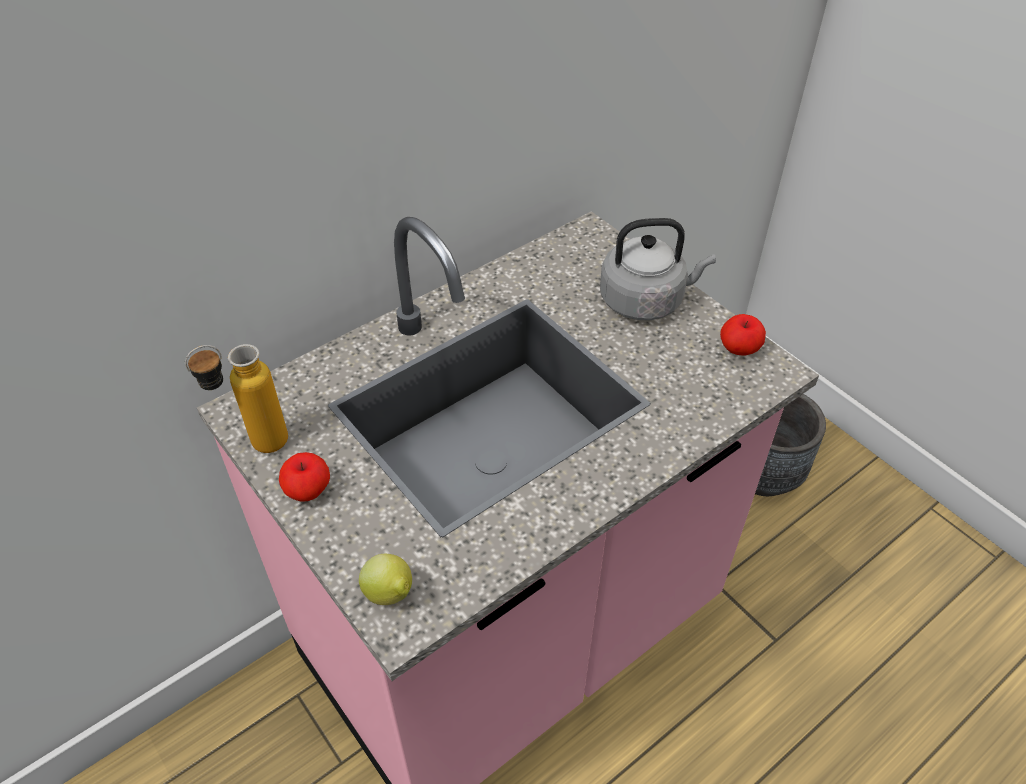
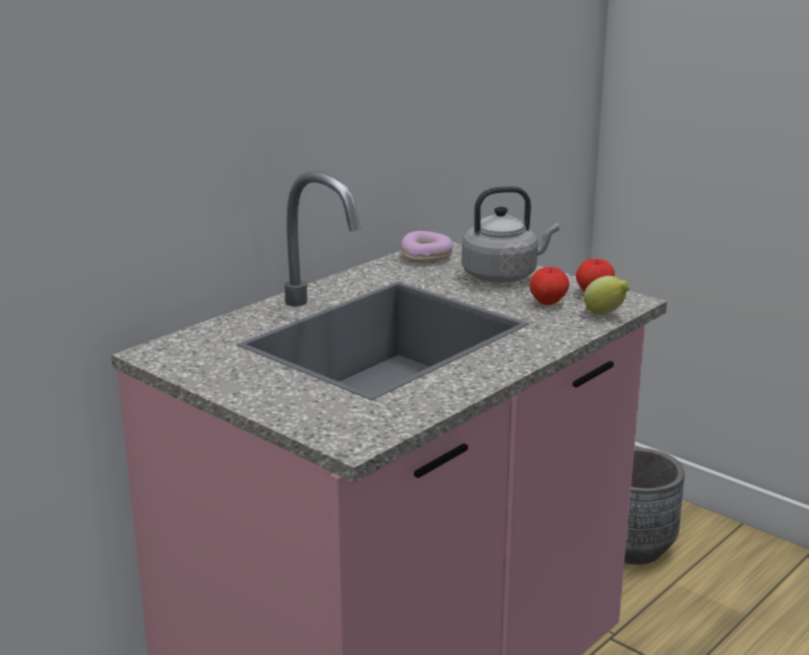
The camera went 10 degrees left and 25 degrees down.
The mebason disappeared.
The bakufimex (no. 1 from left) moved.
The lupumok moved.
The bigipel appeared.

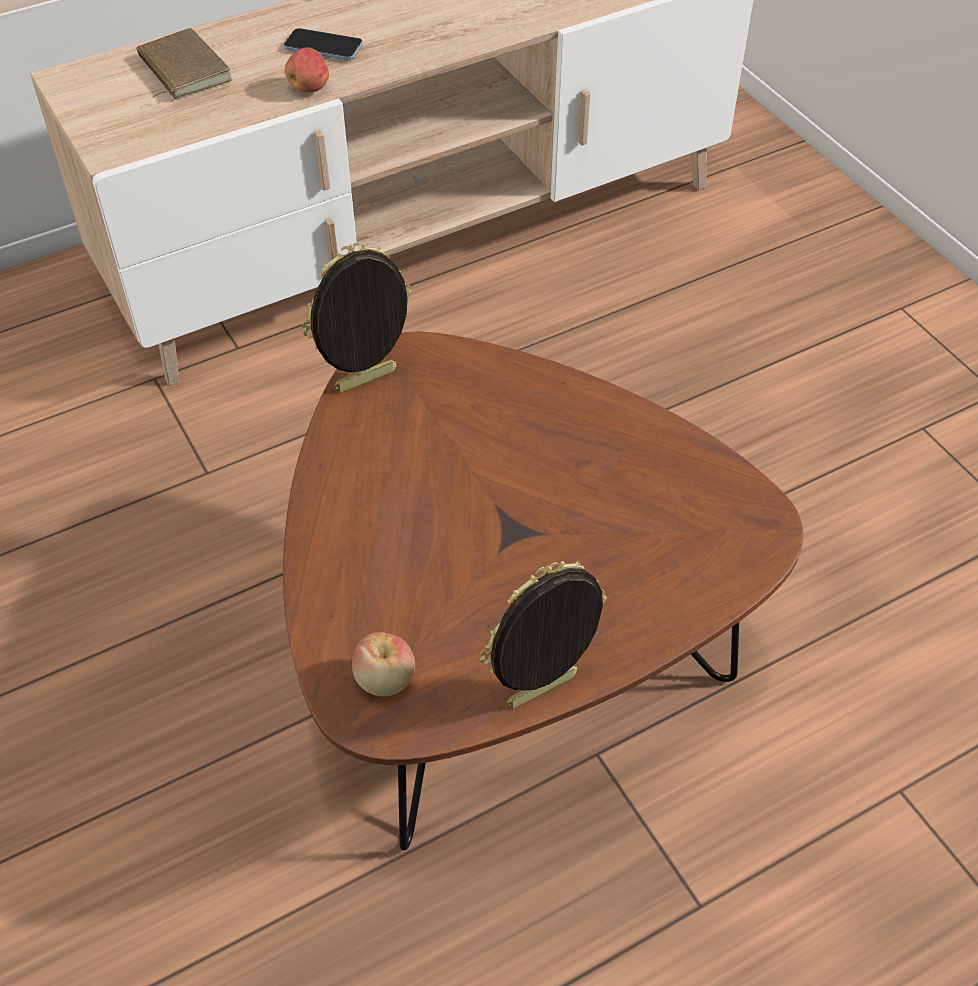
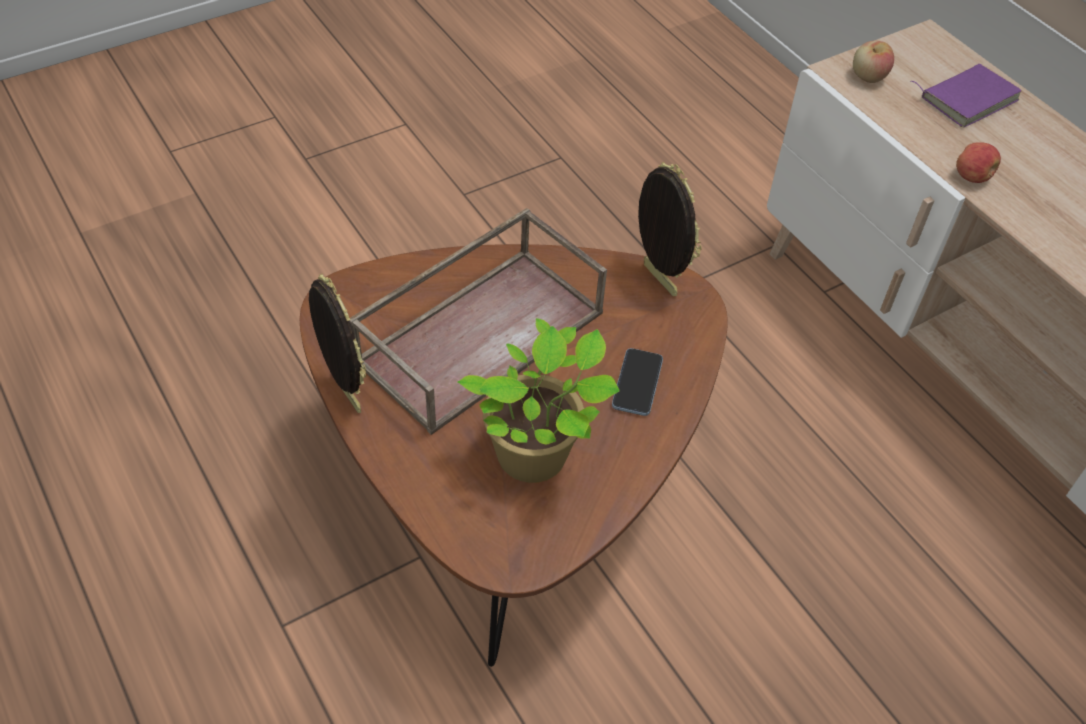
The camera went 85 degrees right and 0 degrees up.
The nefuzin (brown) became the nefuzin (purple).
The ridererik moved.
The bakufimex (no. 2 from left in the first image) moved.
The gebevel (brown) appeared.
The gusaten appeared.

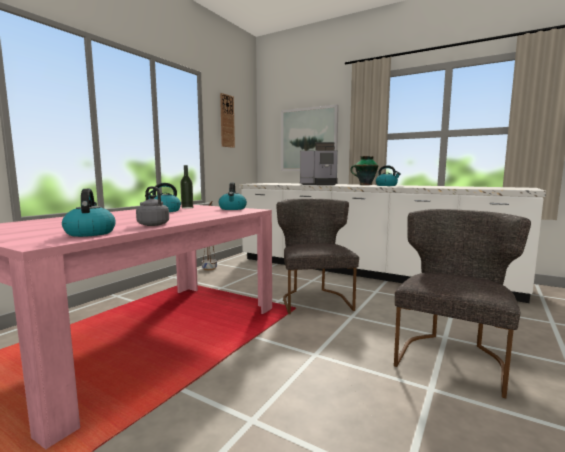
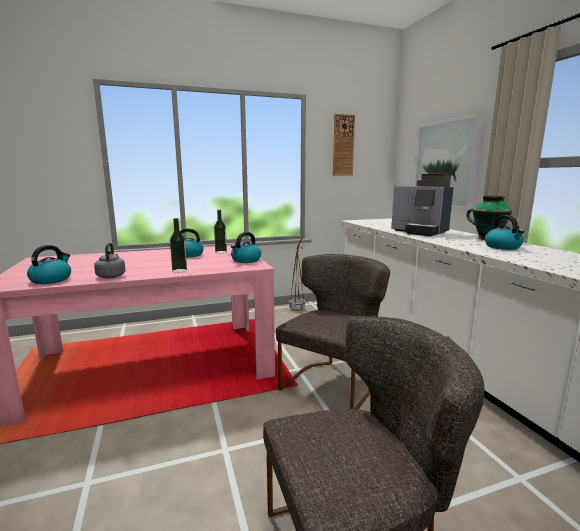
The camera went 40 degrees right and 5 degrees up.
The mebason (no. 1 from left) appeared.

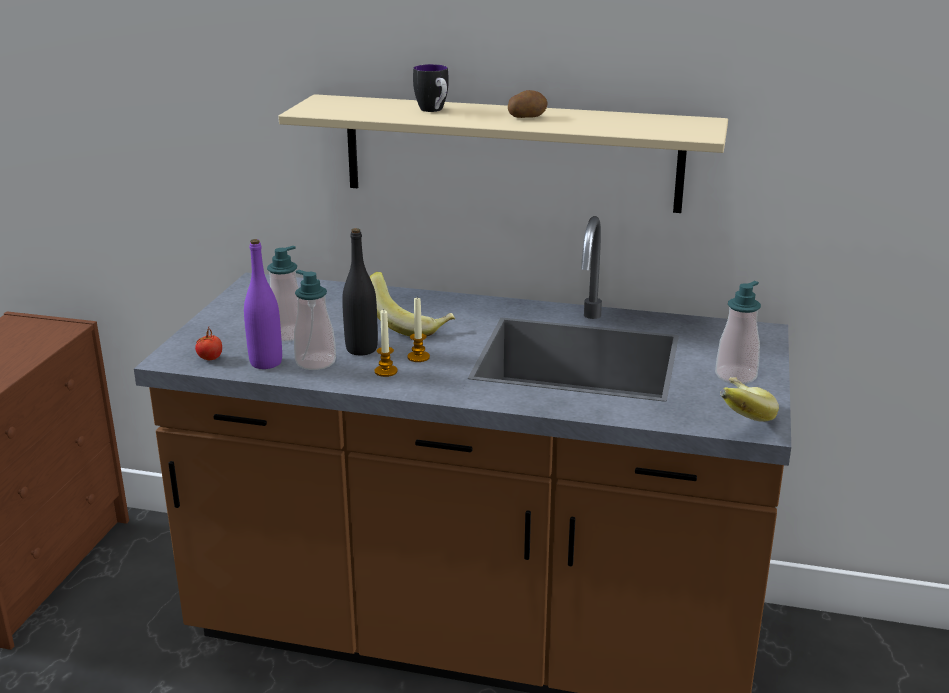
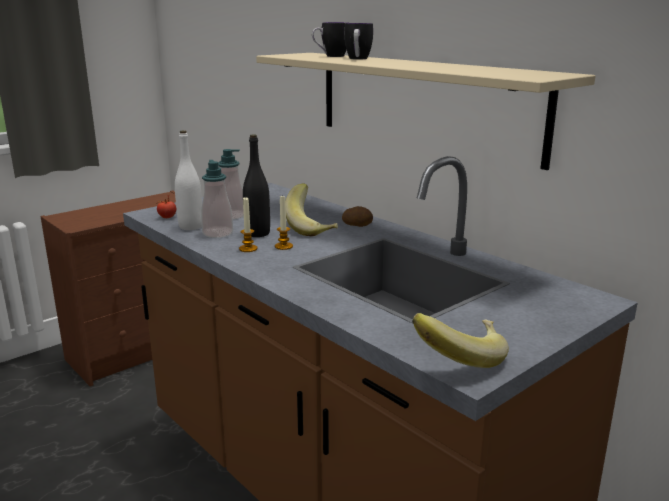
The camera went 35 degrees right and 5 degrees down.
The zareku moved.
The mebason (purple) became the mebason (white).
The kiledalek (no. 3 from left) disappeared.
The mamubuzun (no. 1 from left) appeared.

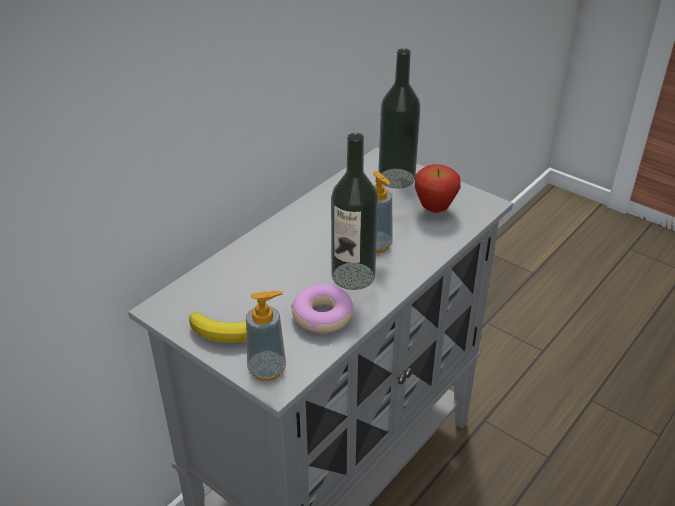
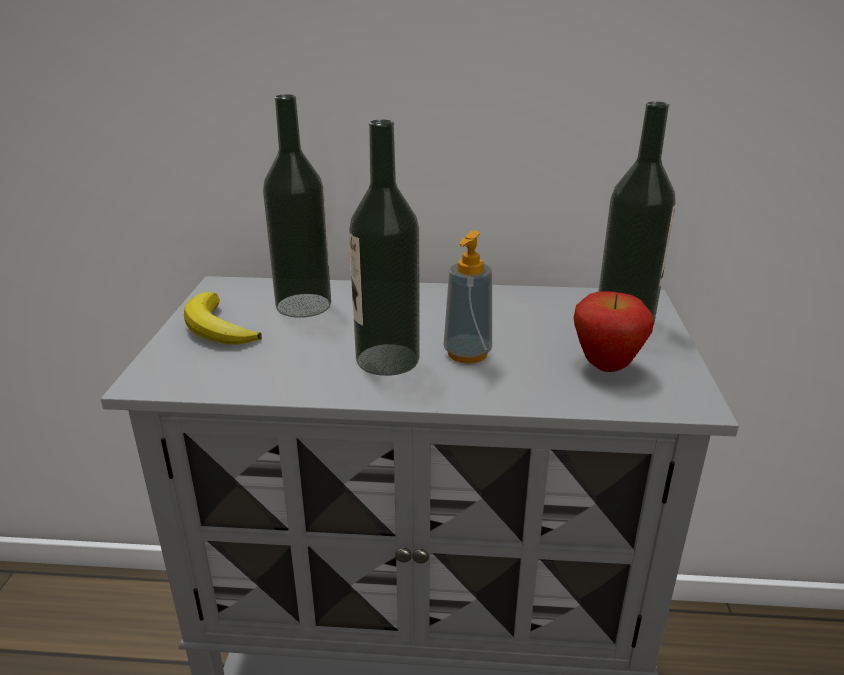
The camera went 55 degrees right and 10 degrees down.
The bigipel disappeared.
The kiledalek (no. 1 from left) disappeared.
The mebason (no. 1 from left) appeared.

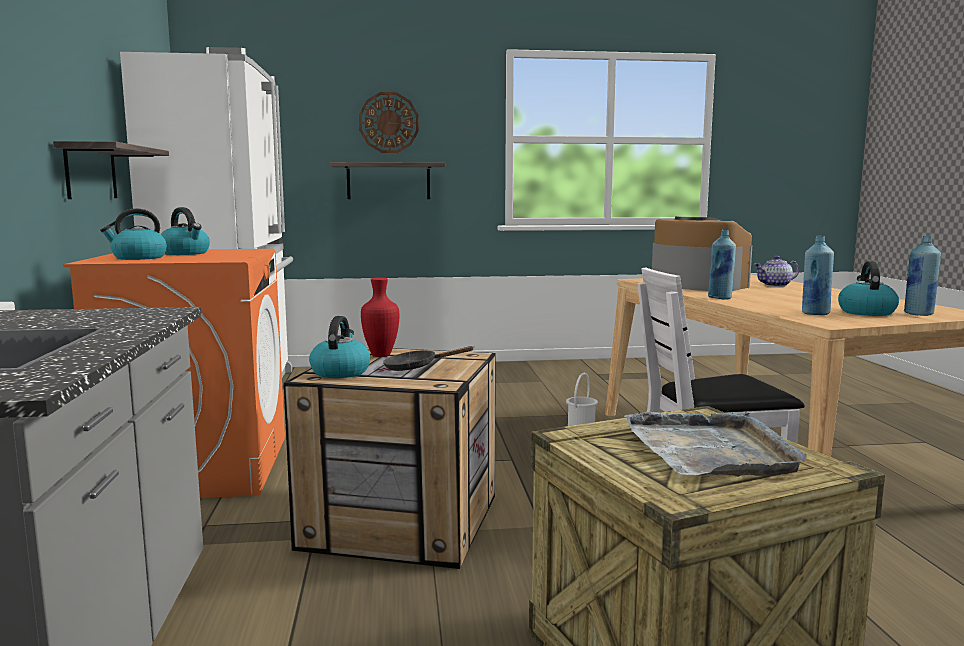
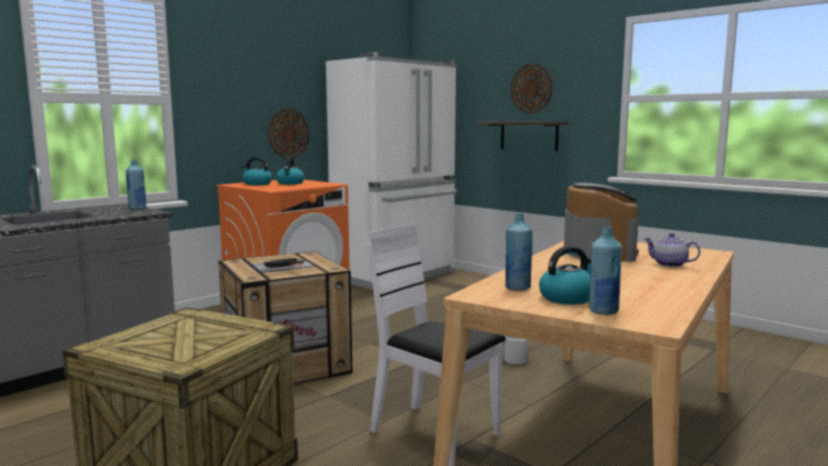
The camera went 50 degrees right and 0 degrees up.
The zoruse (no. 1 from left) was replaced by the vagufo (no. 1 from left).
The mebason (blue) (no. 1 from left) moved.
The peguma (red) disappeared.
The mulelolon (no. 3 from left) disappeared.
The gebevel (grey) disappeared.

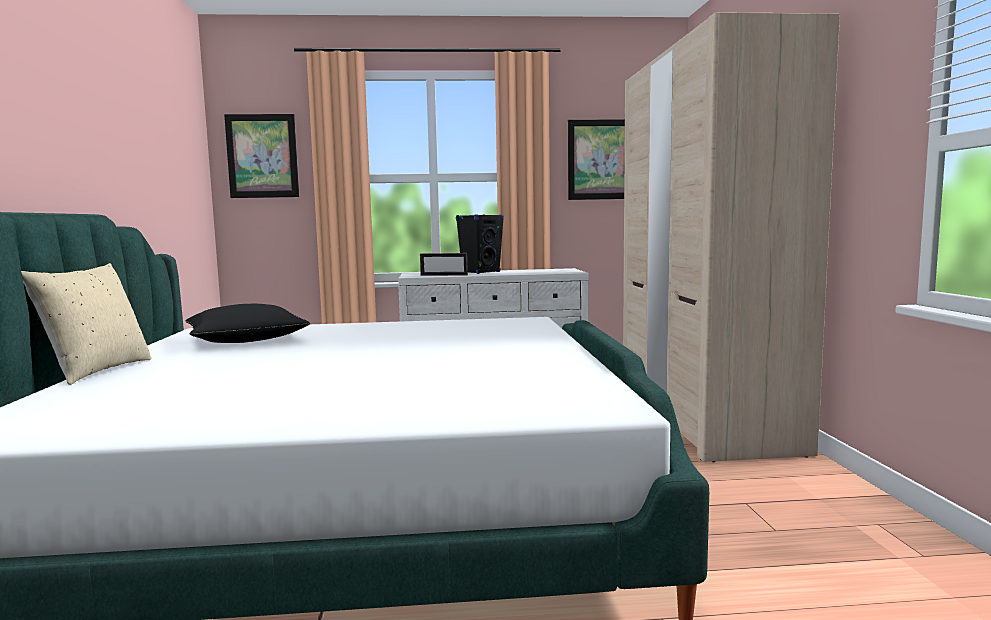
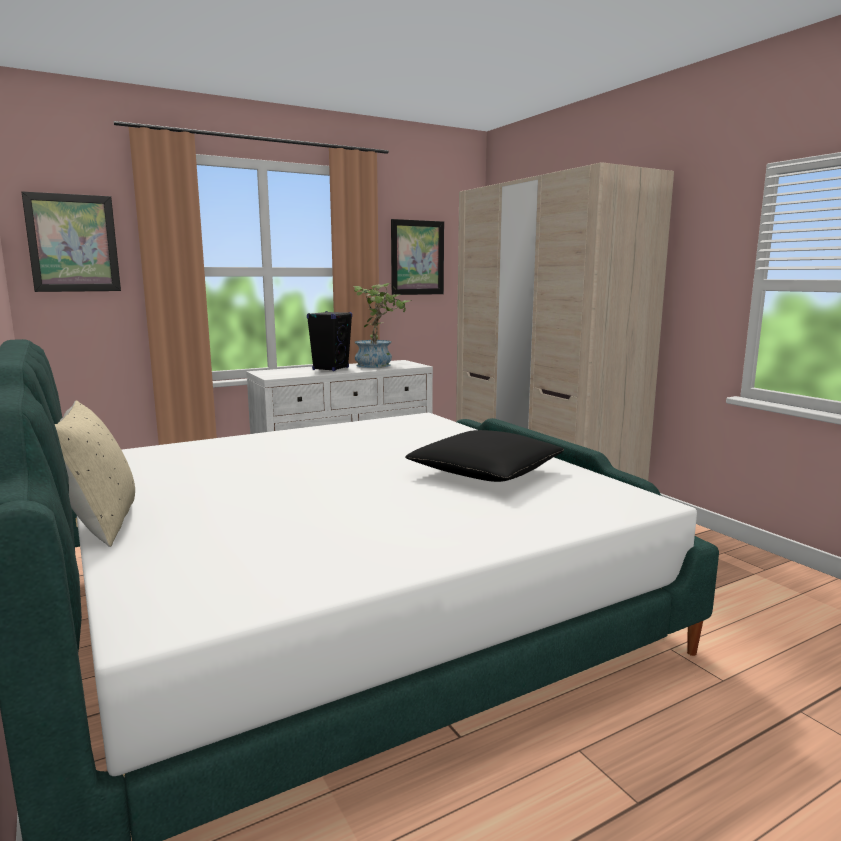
The camera went 25 degrees left and 5 degrees up.
The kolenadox disappeared.
The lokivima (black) moved.
The gusaten appeared.

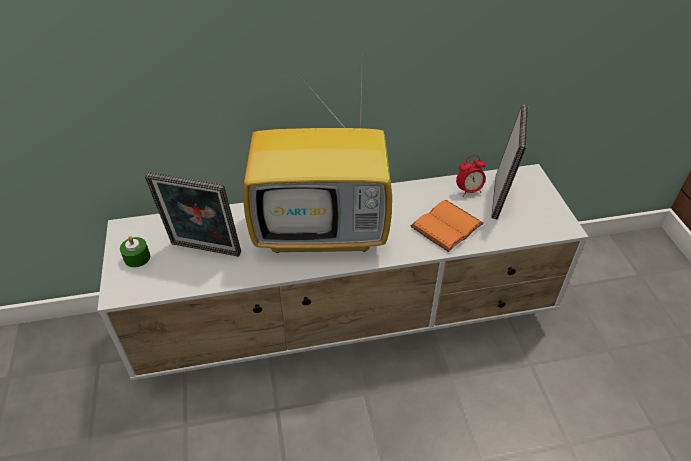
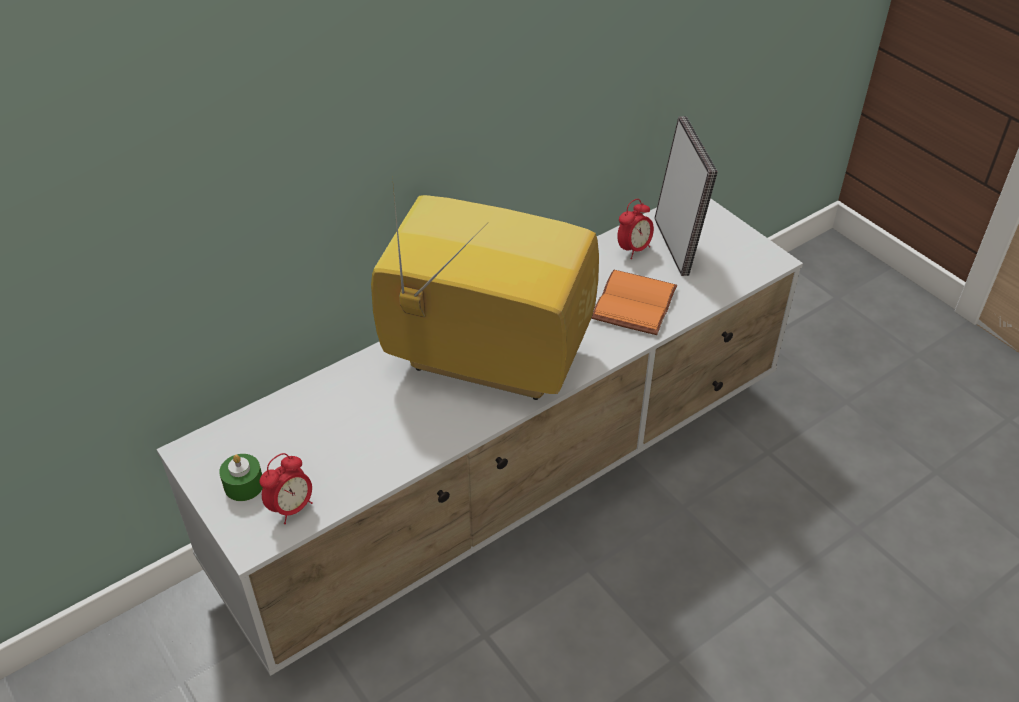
The camera went 25 degrees left and 0 degrees up.
The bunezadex turned 135 degrees counterclockwise.
The kolenadox (no. 1 from left) disappeared.
The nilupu (no. 1 from left) appeared.

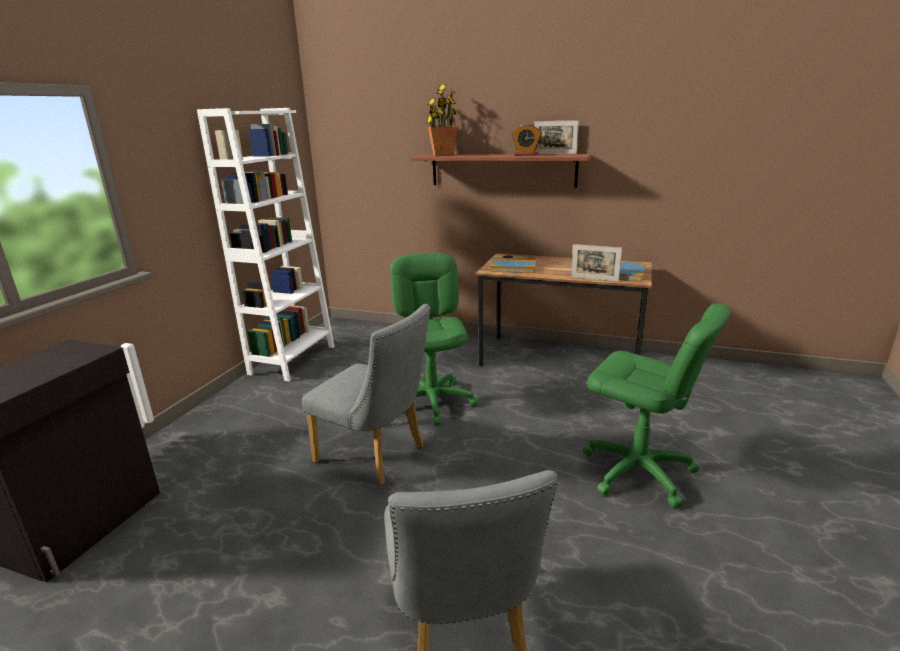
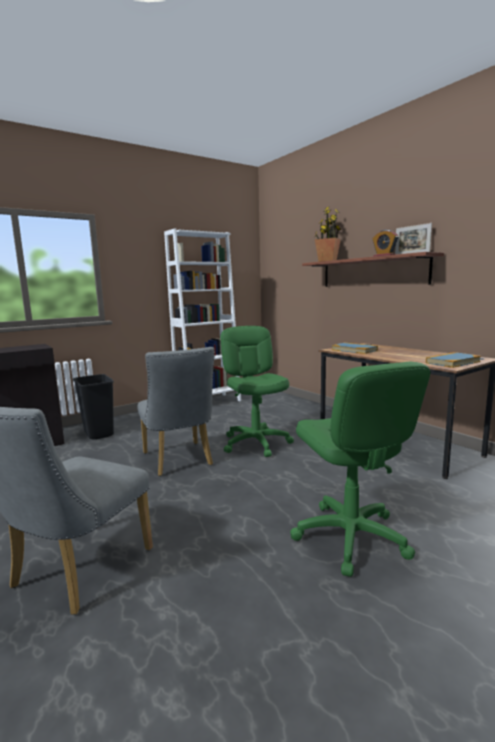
The camera went 35 degrees right and 10 degrees down.
The kolenadox (no. 2 from left) disappeared.
The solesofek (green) (no. 1 from left) turned 45 degrees counterclockwise.
The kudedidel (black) appeared.

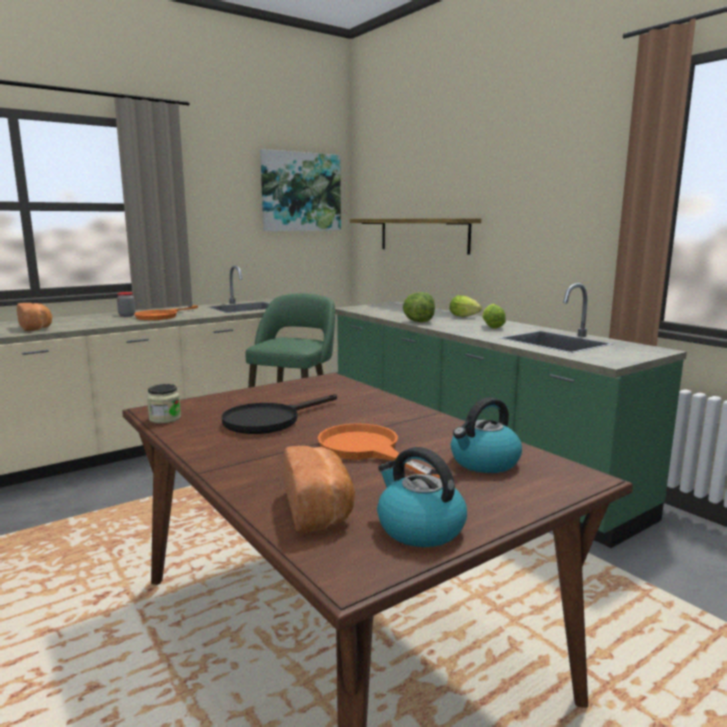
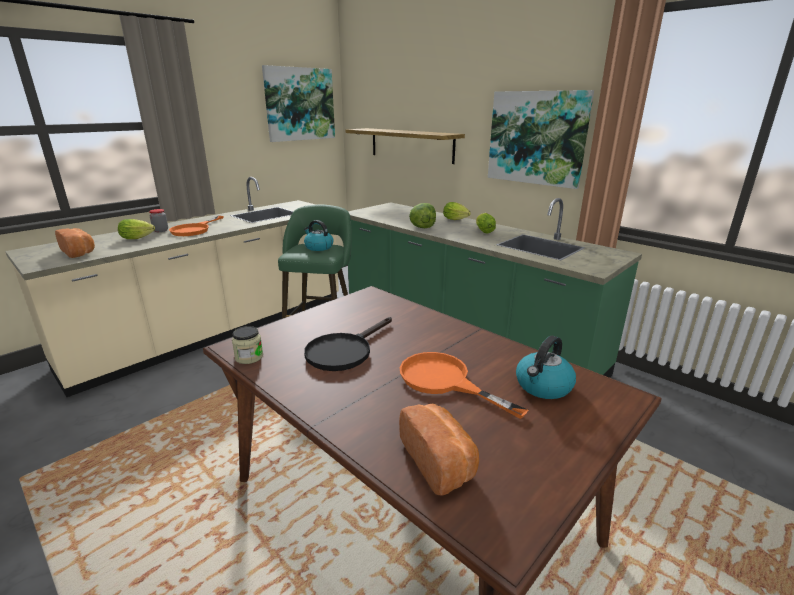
The camera went 10 degrees left and 10 degrees up.
The mulelolon (no. 1 from left) moved.
The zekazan (no. 2 from left) appeared.
The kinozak (no. 1 from left) appeared.

